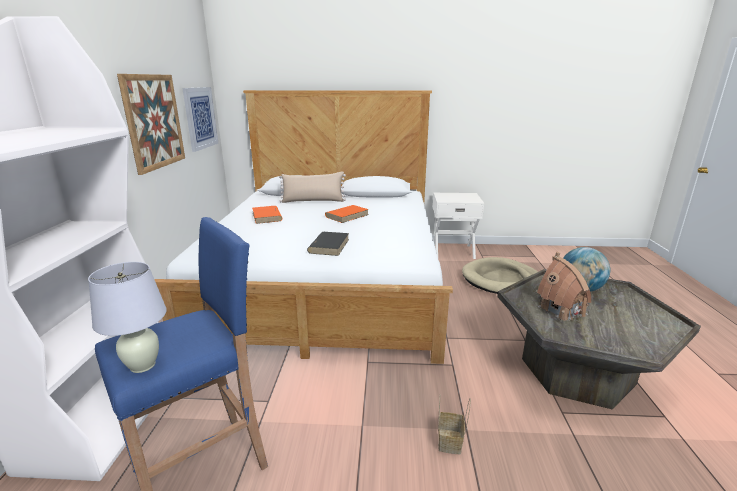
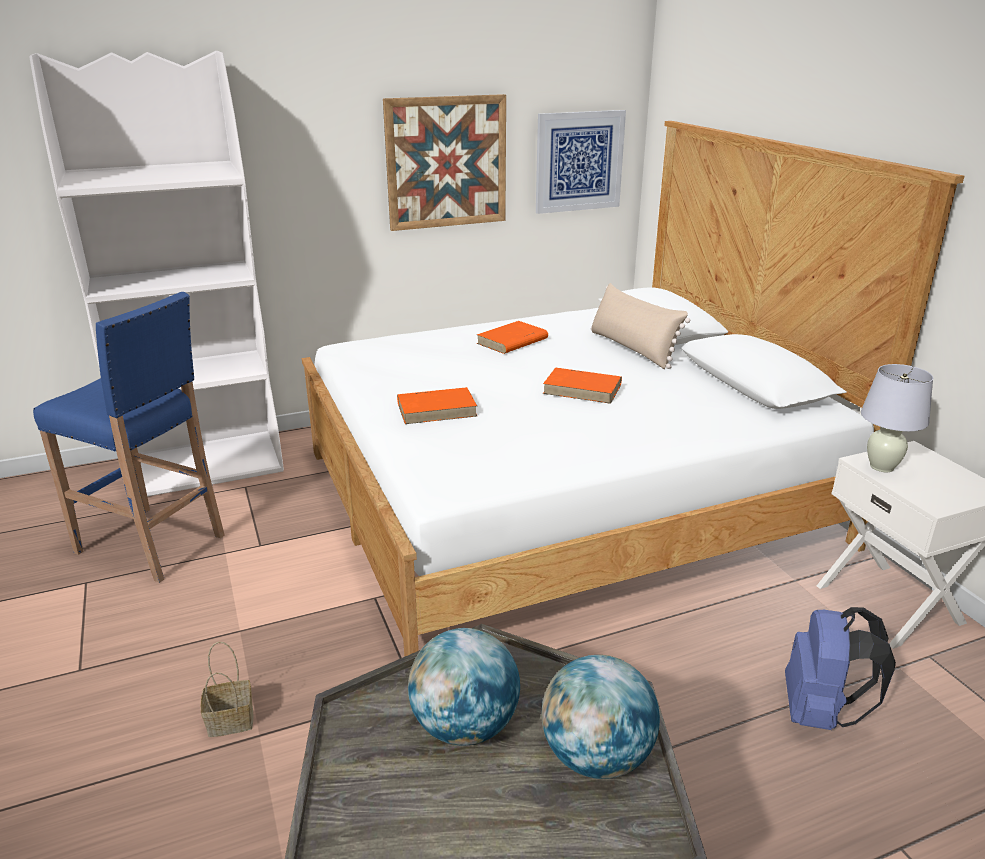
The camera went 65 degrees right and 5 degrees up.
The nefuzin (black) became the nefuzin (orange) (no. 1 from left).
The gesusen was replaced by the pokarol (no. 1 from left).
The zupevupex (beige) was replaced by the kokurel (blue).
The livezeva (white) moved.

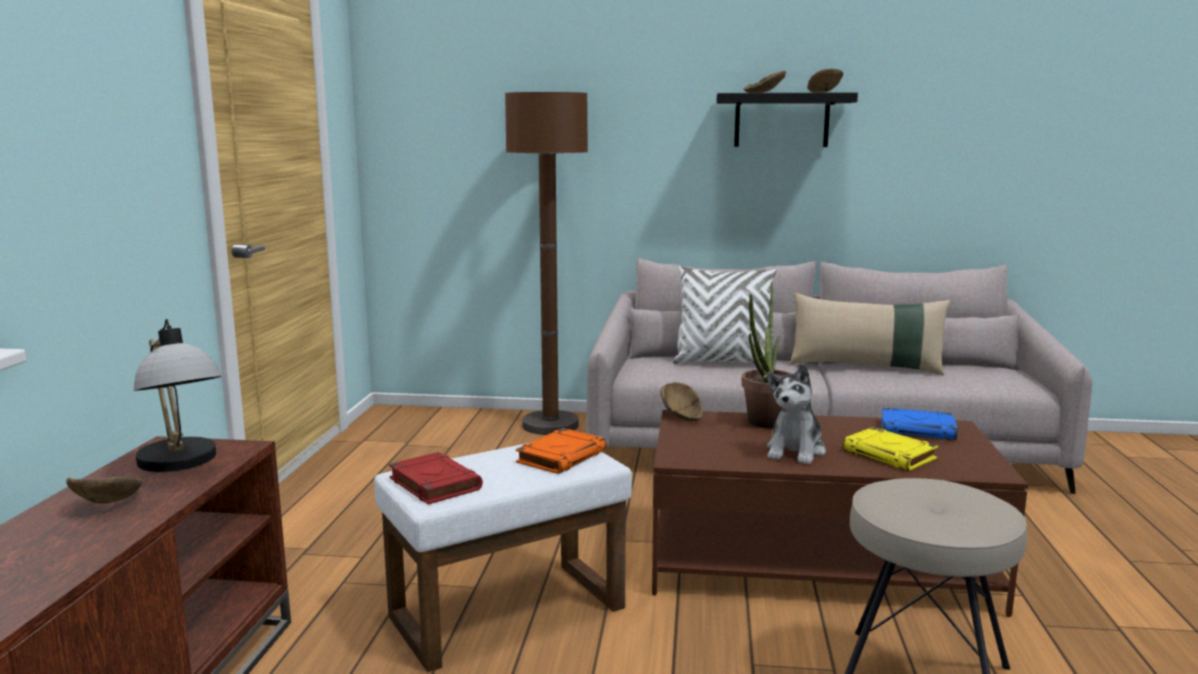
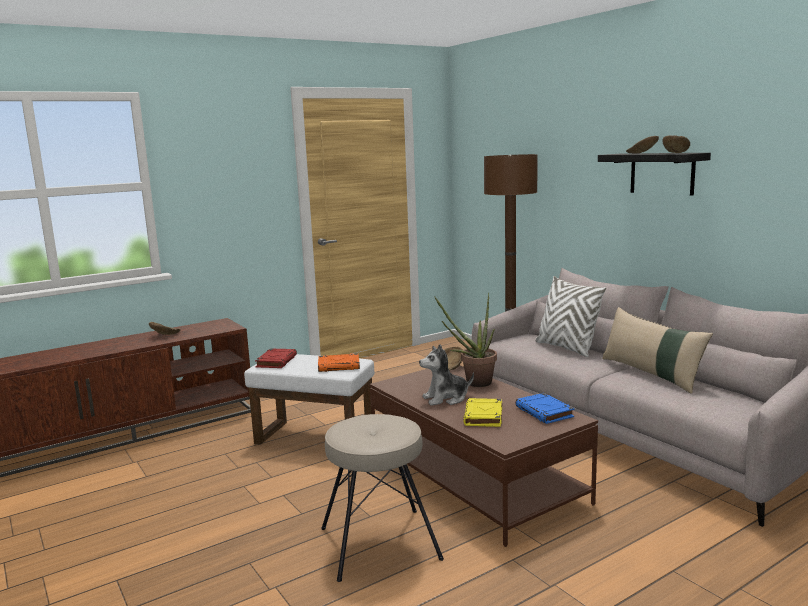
The camera went 50 degrees right and 0 degrees up.
The livezeva disappeared.

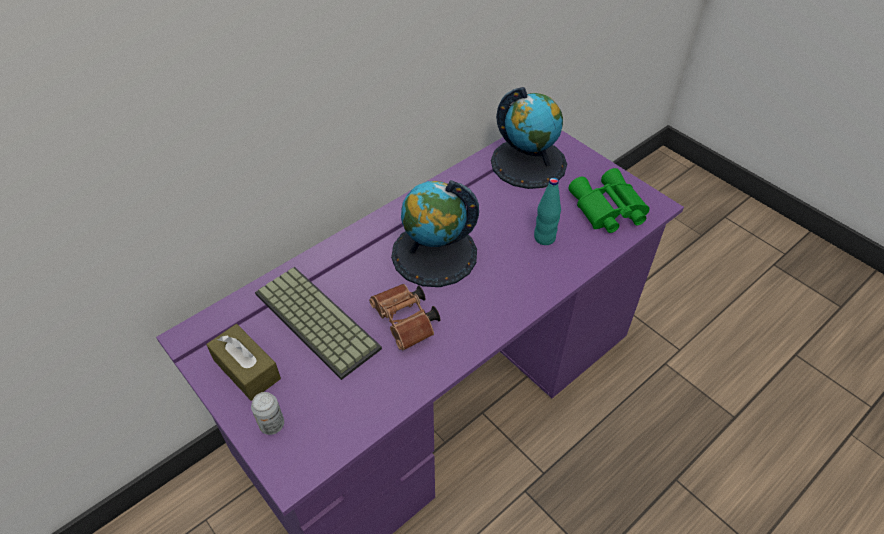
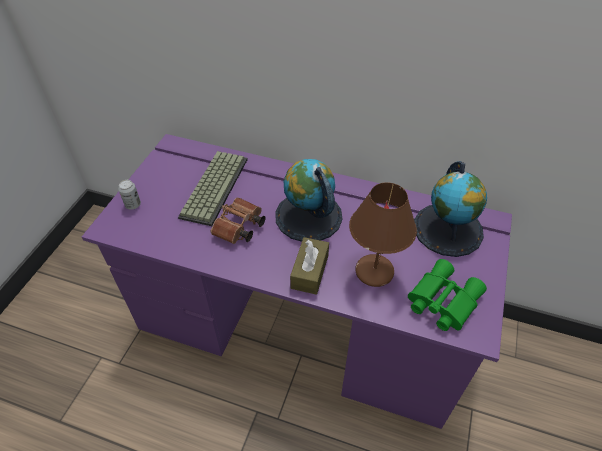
The camera went 60 degrees right and 0 degrees up.
The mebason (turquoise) was replaced by the livezeva (brown).
The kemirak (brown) moved.

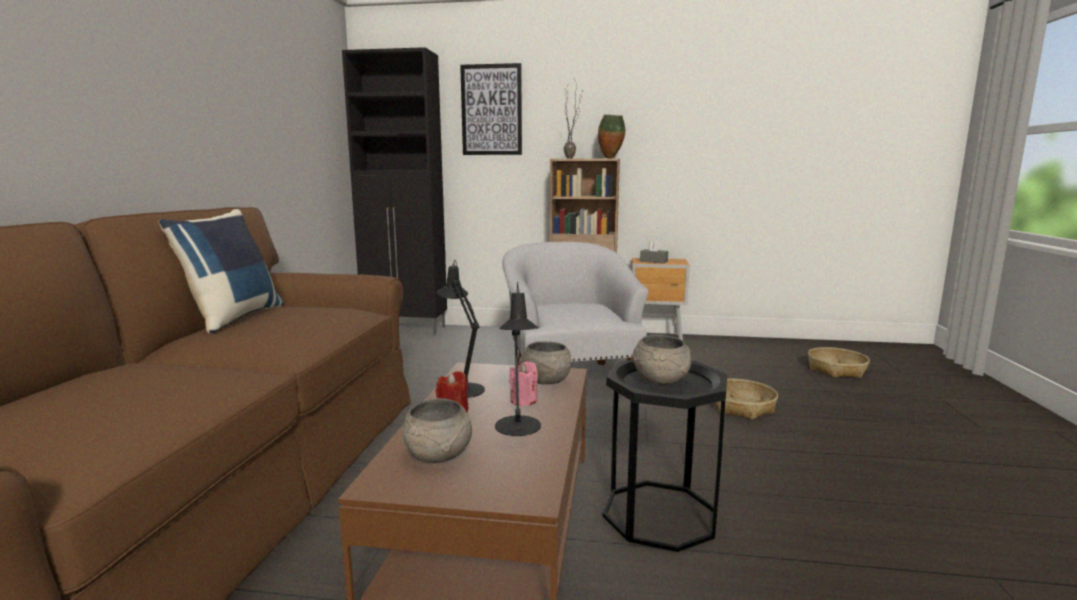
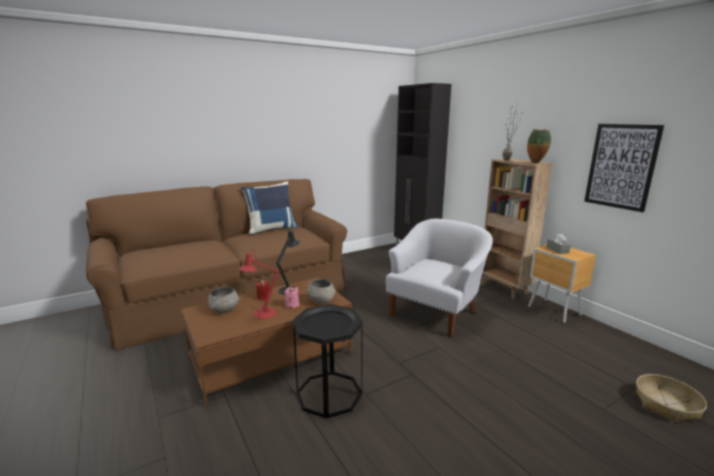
The camera went 50 degrees right and 5 degrees up.
The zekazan moved.
The livezeva (black) (no. 2 from left) became the livezeva (red).
The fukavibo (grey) (no. 3 from left) disappeared.
The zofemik (no. 1 from left) disappeared.

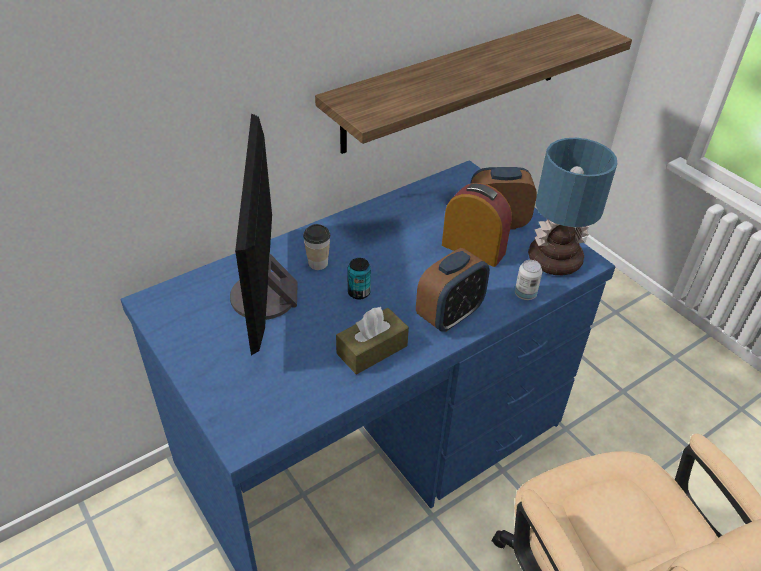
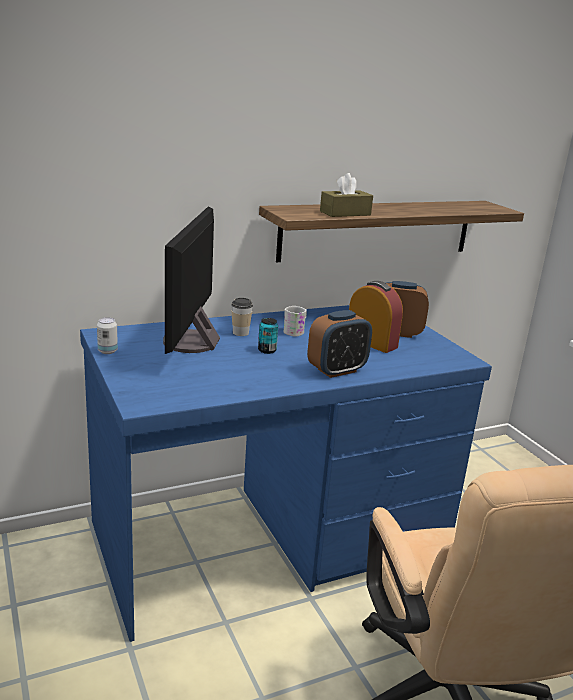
The camera went 10 degrees right and 20 degrees down.
The livezeva disappeared.
The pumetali (no. 2 from left in the first image) moved.
The kemirak (brown) moved.
The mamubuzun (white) appeared.

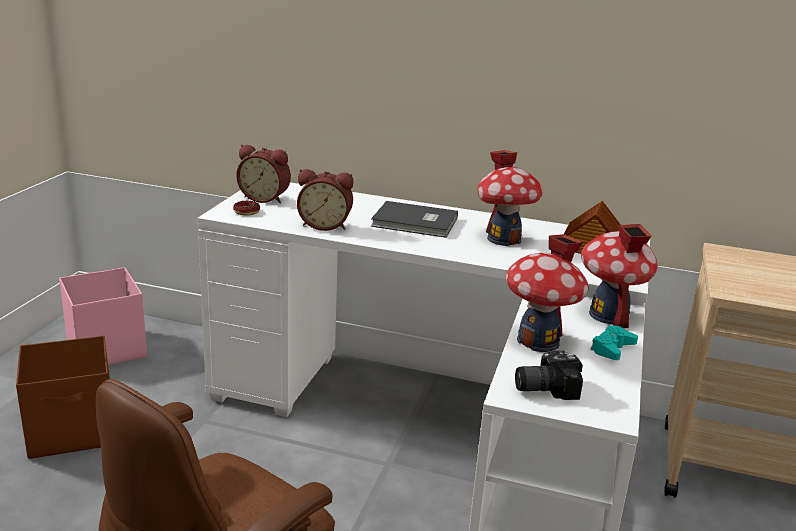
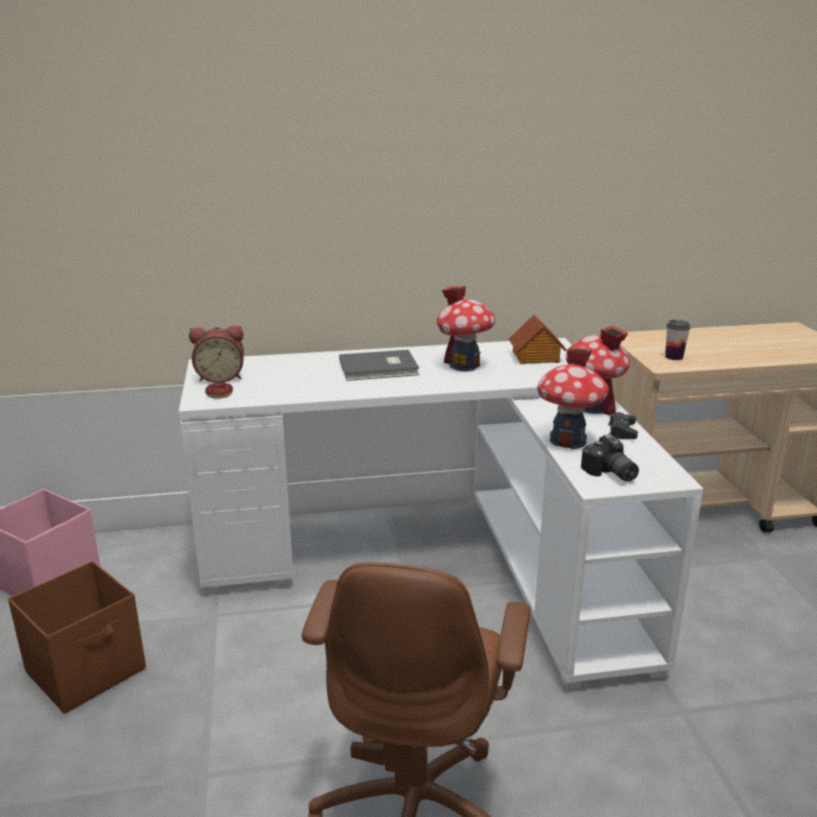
The camera went 25 degrees left and 0 degrees up.
The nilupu (no. 2 from left) disappeared.
The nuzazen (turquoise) became the nuzazen (black).
The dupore turned 75 degrees counterclockwise.
The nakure appeared.

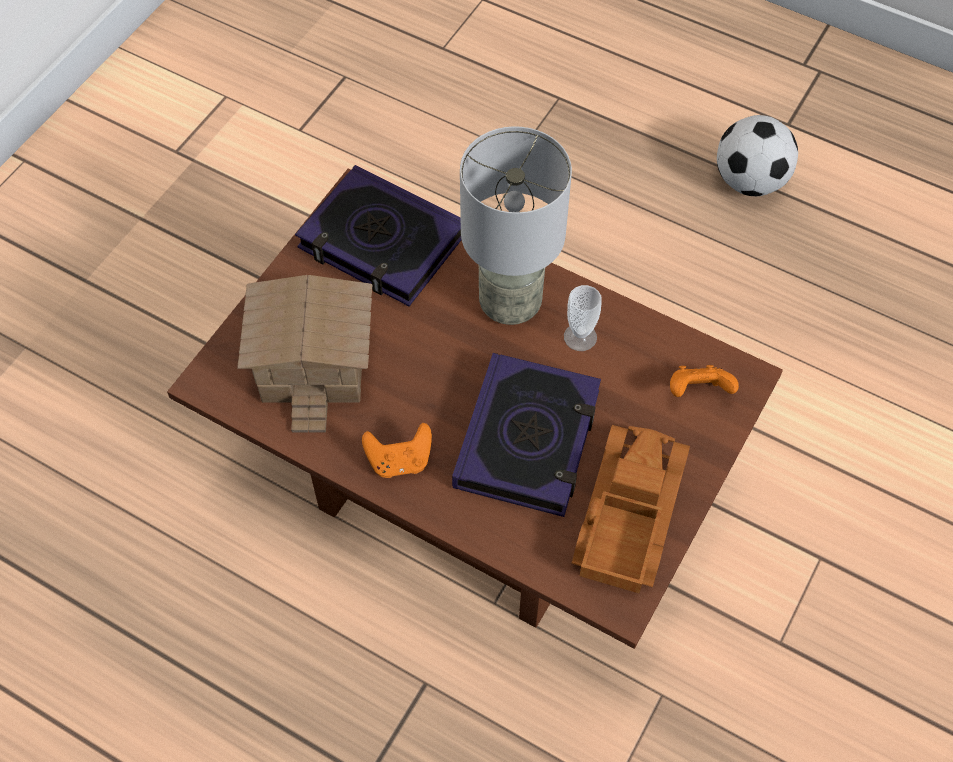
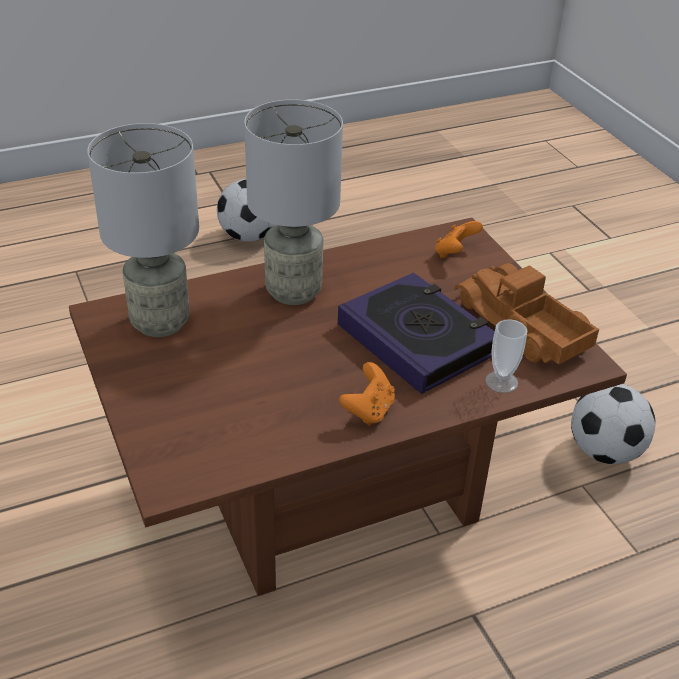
The camera went 55 degrees left and 20 degrees down.
The nefuzin (no. 1 from left) was replaced by the livezeva (grey) (no. 1 from left).
The gesusen disappeared.
The nakure moved.
The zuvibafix (no. 2 from left) appeared.

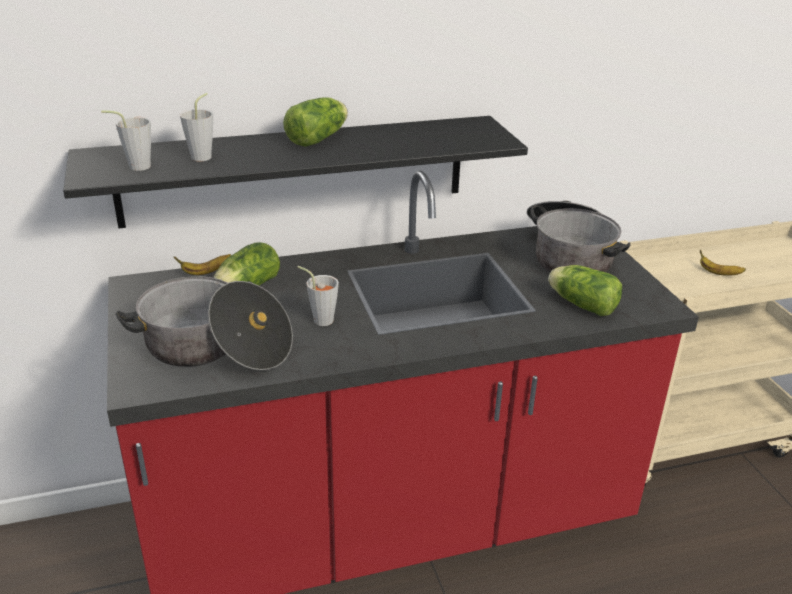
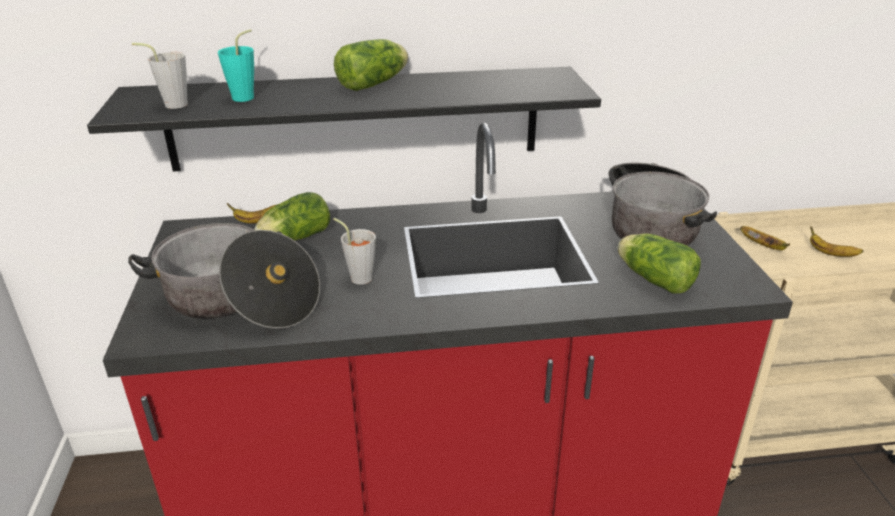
The camera went 10 degrees right and 0 degrees up.
The nakure (grey) (no. 2 from left) became the nakure (turquoise).
The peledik (no. 2 from left) appeared.

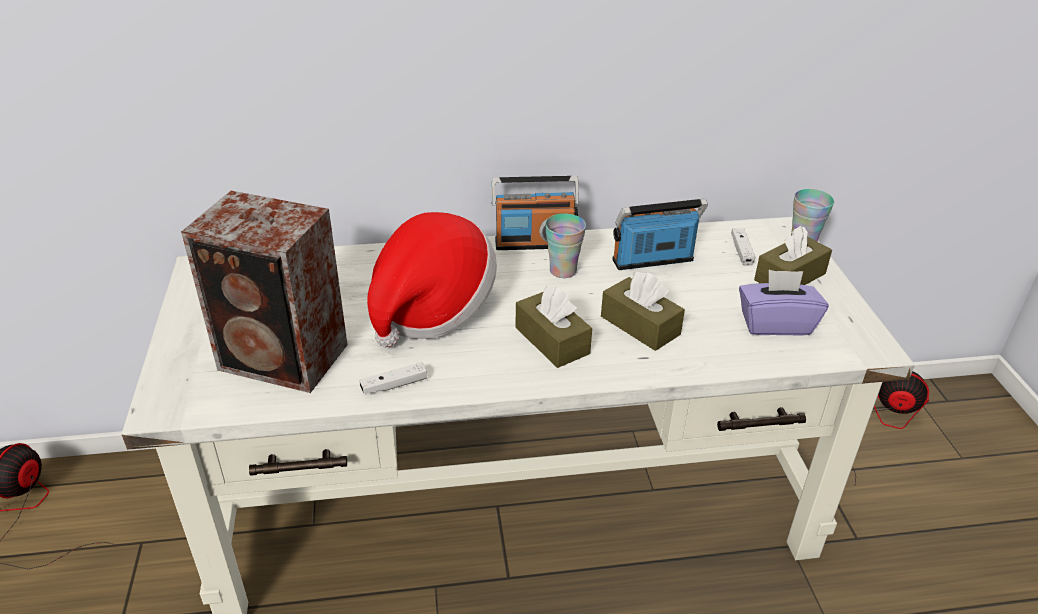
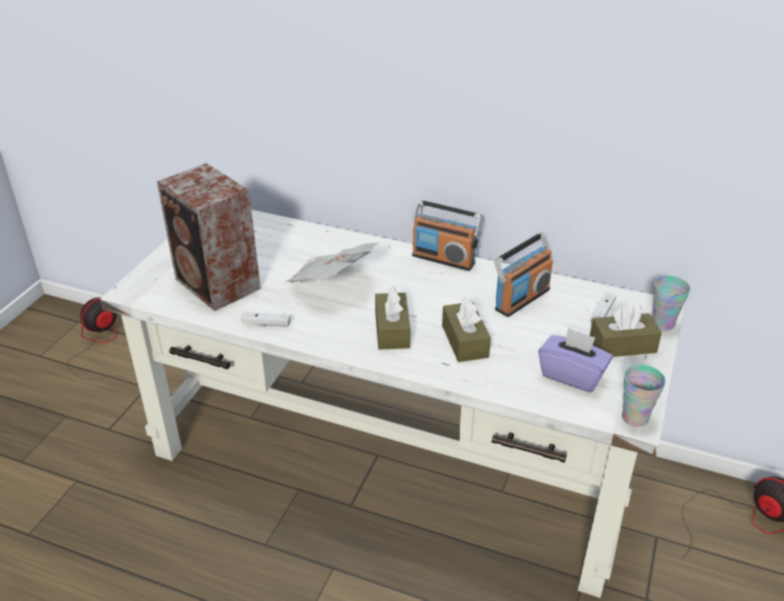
The camera went 30 degrees right and 0 degrees up.
The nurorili (no. 2 from left) turned 120 degrees clockwise.
The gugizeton was replaced by the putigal.
The nakure (no. 1 from left) moved.

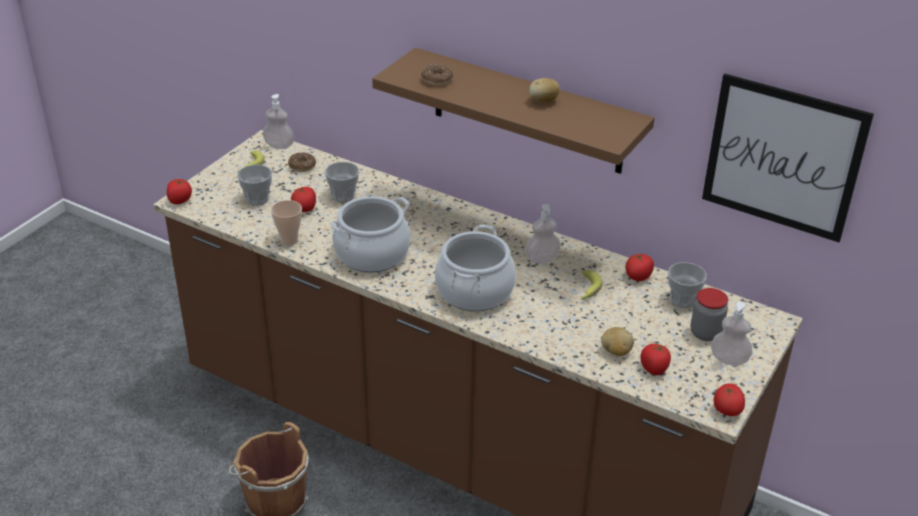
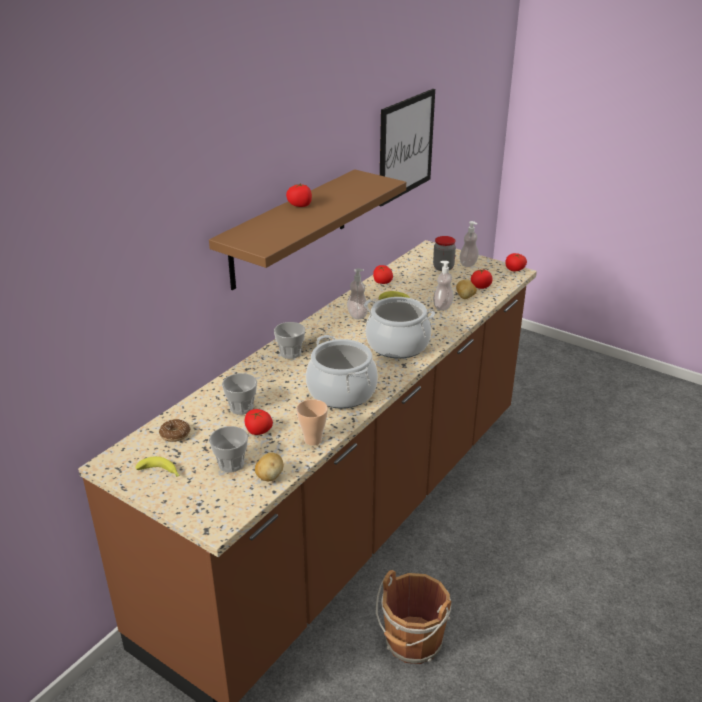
The camera went 85 degrees left and 5 degrees down.
The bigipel (no. 2 from left) disappeared.
The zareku (no. 1 from left) moved.
The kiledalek (no. 1 from left in the first image) moved.
The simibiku (no. 1 from left in the first image) moved.
The nakure (no. 4 from left in the first image) moved.

